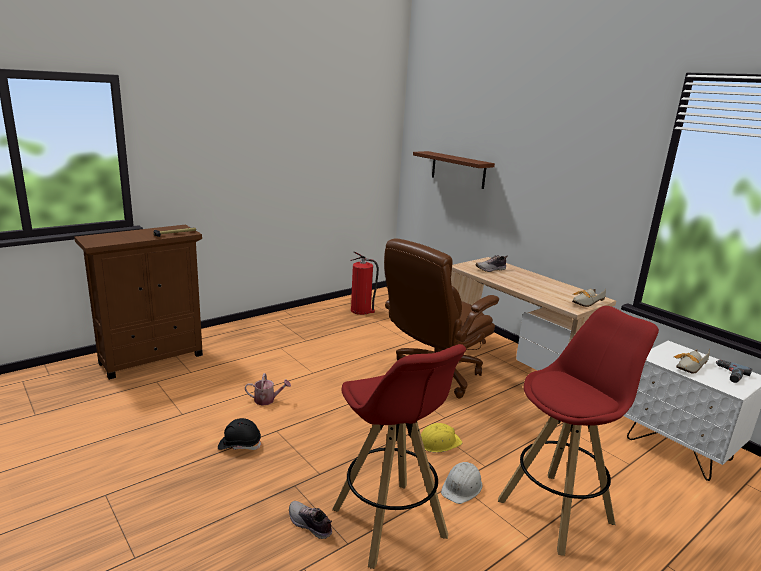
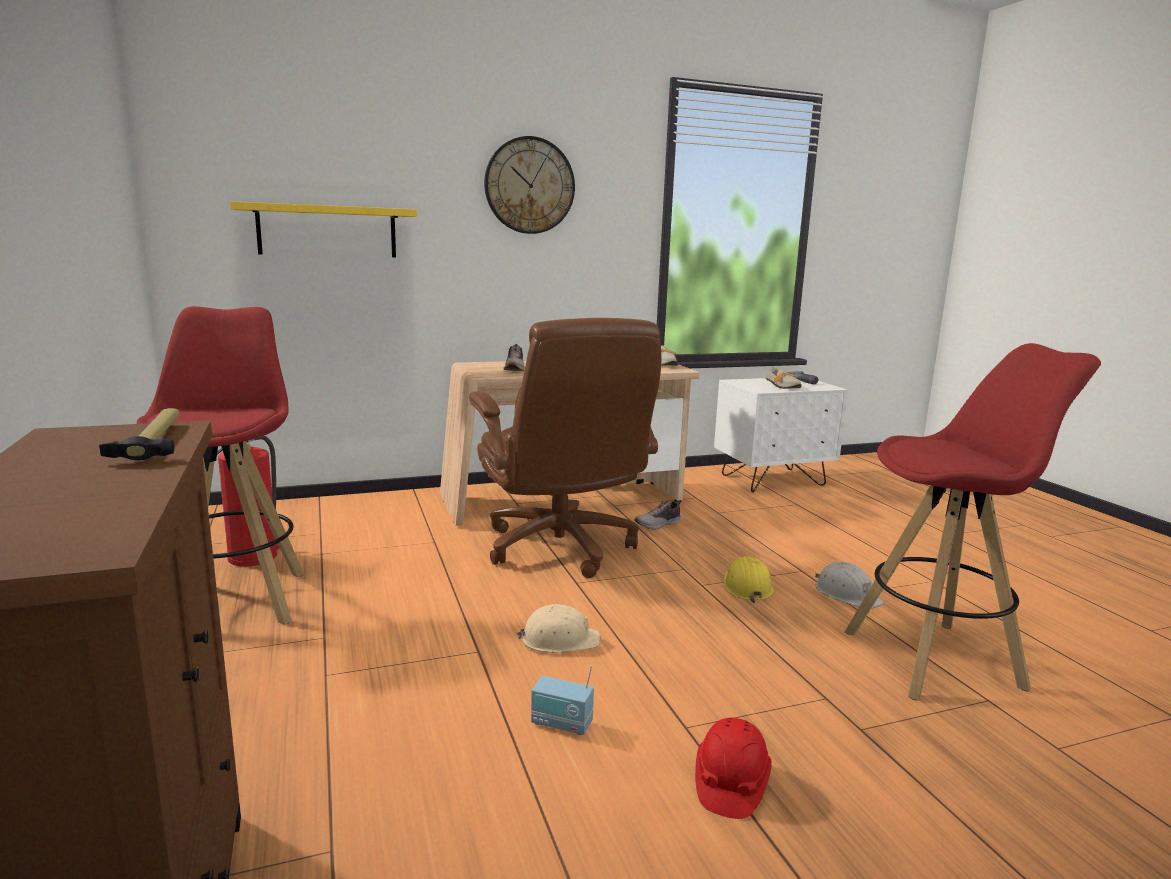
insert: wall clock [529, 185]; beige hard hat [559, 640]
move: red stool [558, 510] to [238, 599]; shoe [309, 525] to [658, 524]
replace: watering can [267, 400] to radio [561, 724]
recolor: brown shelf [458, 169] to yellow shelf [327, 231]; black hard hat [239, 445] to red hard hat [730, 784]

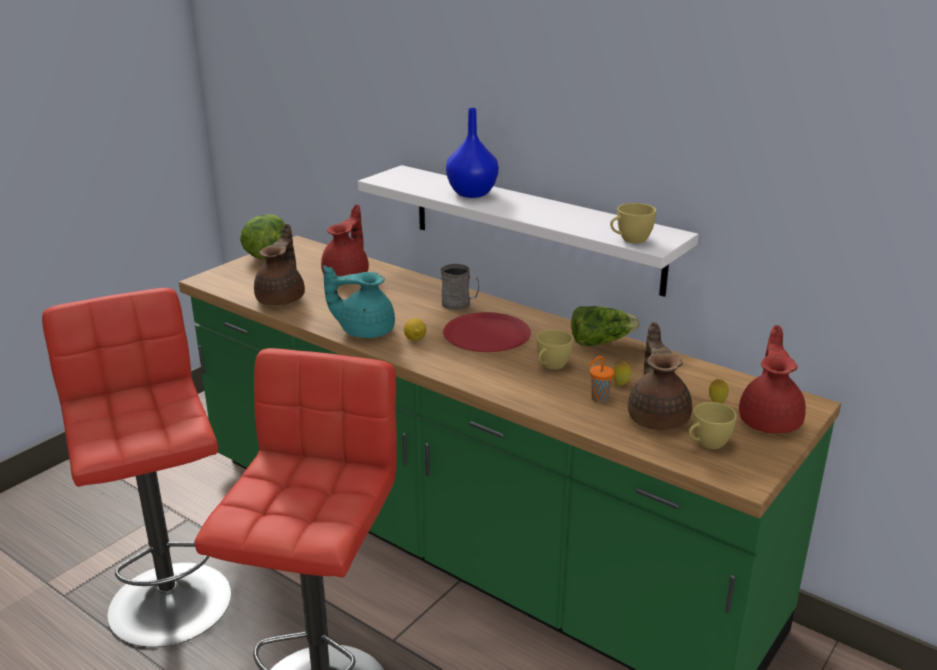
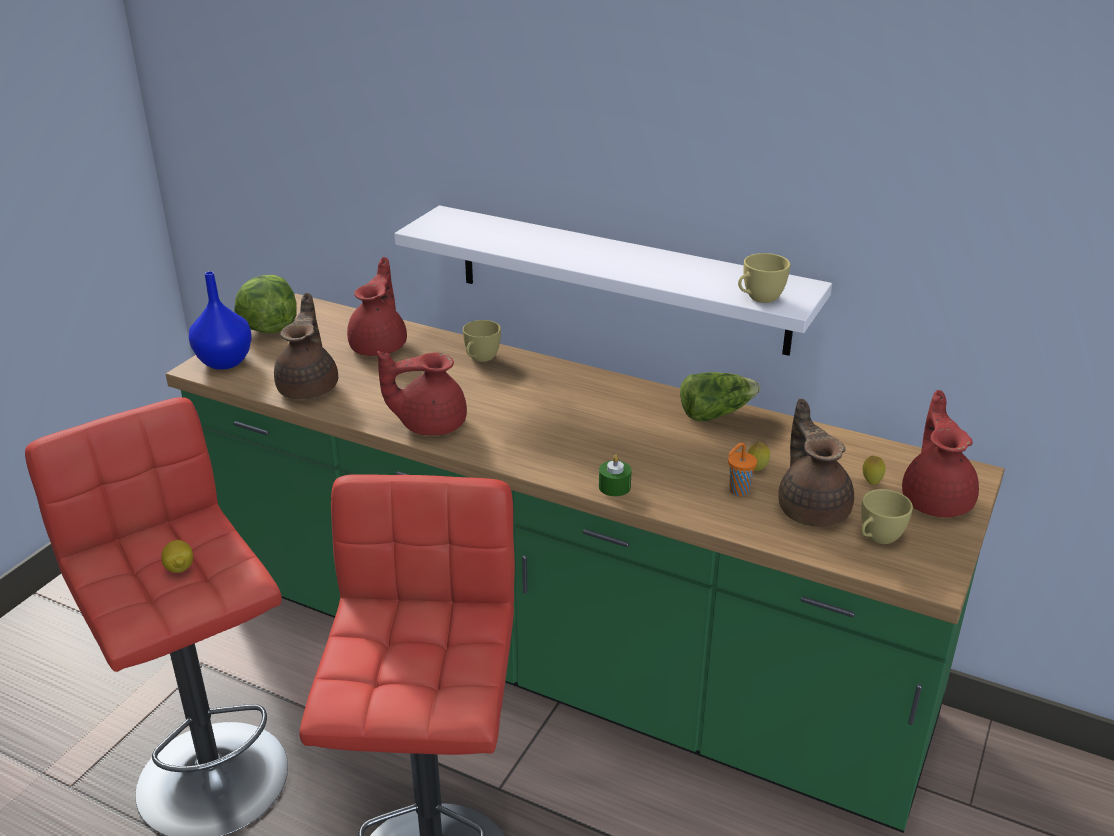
delete: grey mug [460, 304]; red plate [486, 335]
insert: green candle [614, 487]
move: lemon [415, 339] to [179, 568]; blue vase [473, 193] to [226, 361]; yellow cup [551, 366] to [480, 359]
recolor: turquoise teapot [365, 331] to red teapot [429, 424]

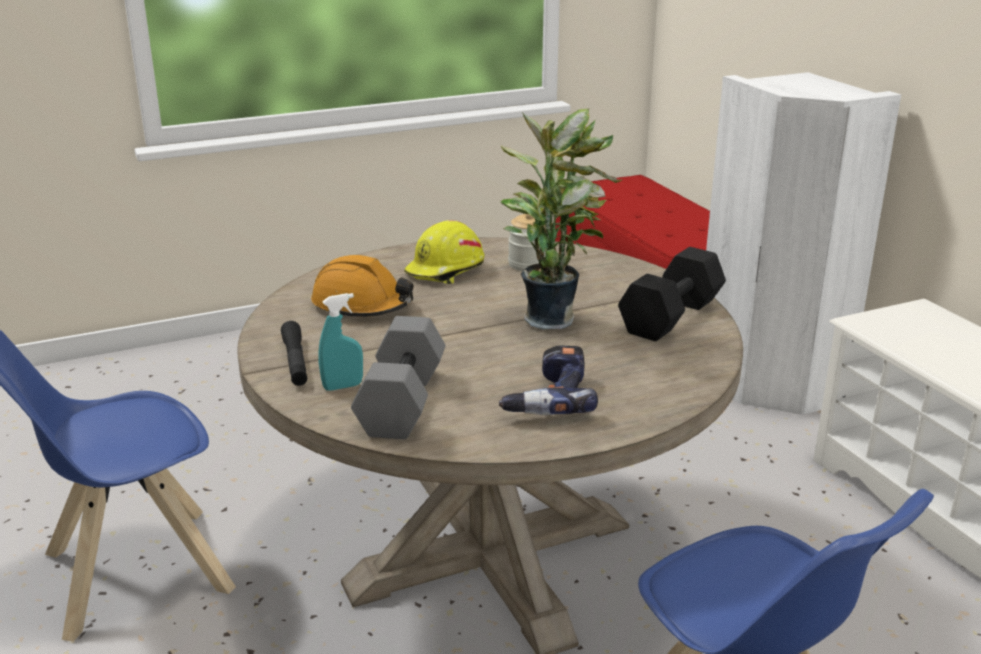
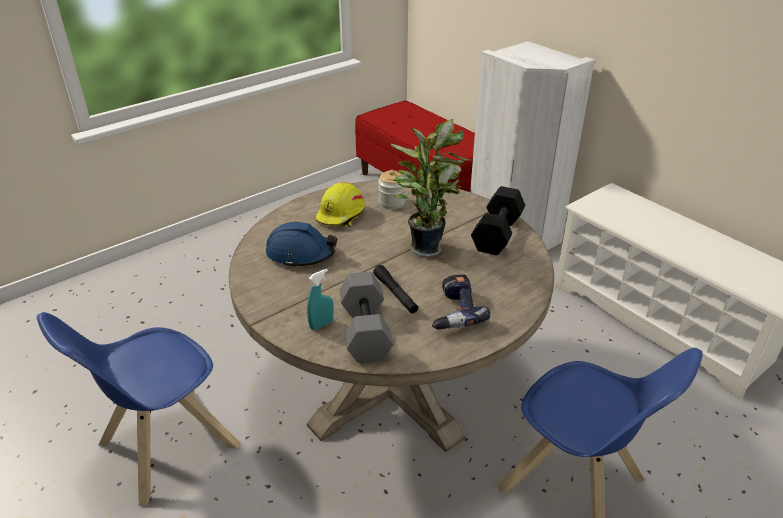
move: black flashlight [295, 362] to [395, 294]
recolor: orange hard hat [362, 305] to blue hard hat [301, 254]

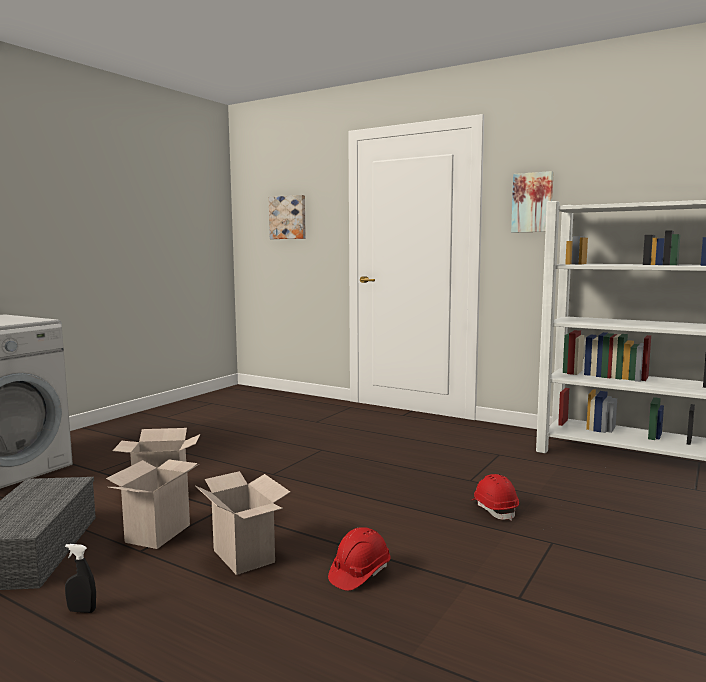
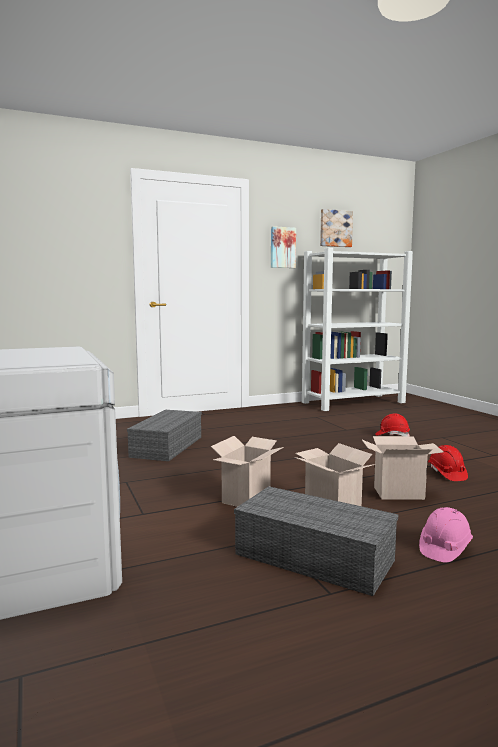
insert: grey storage box [167, 446]
move: picture [288, 217] to [335, 228]
replace: black spray bottle [82, 610] to pink hard hat [444, 548]

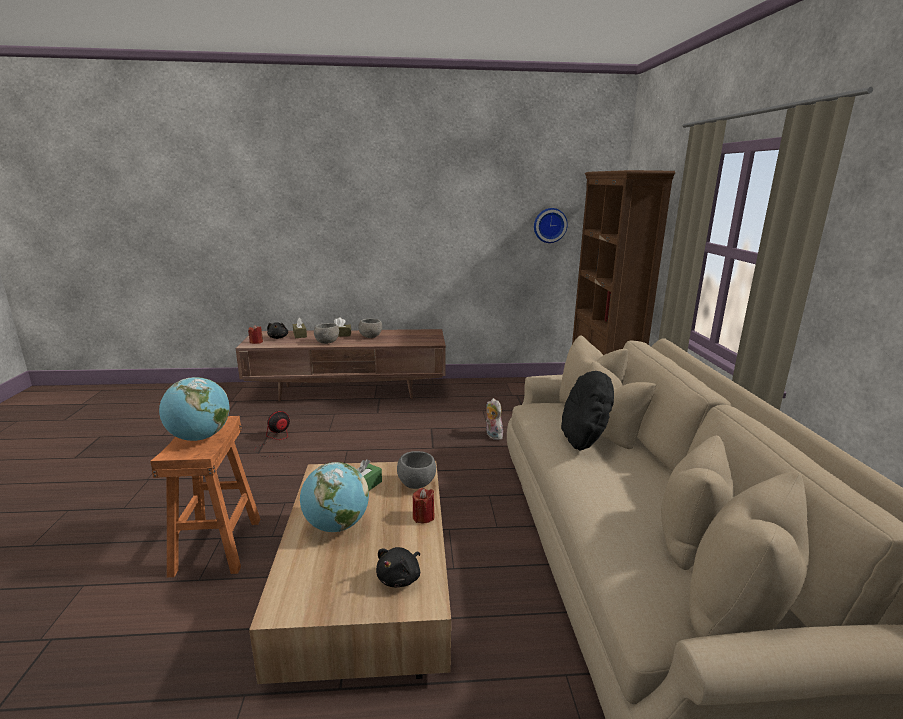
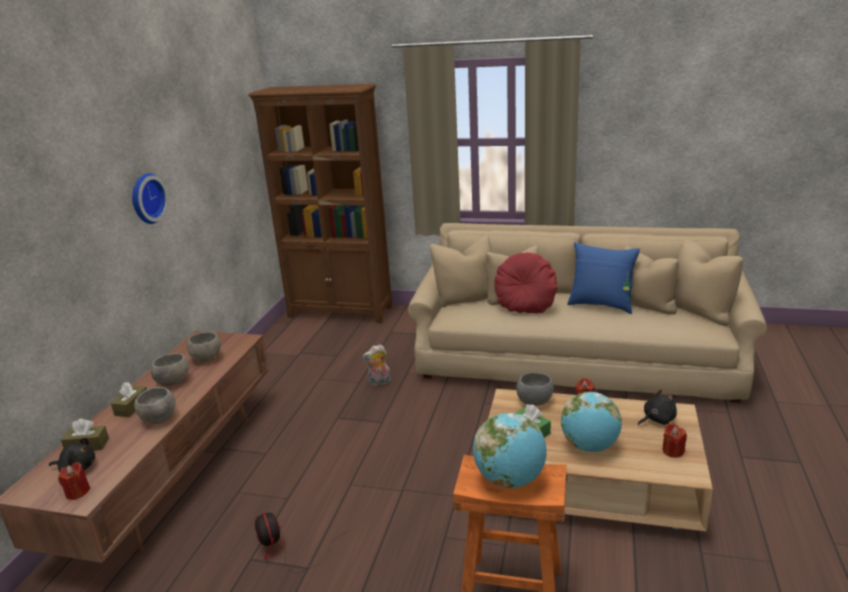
insert: grey bowl [206, 358]; blue pillow [600, 305]; red candle [673, 451]
move: wall clock [549, 225] to [146, 198]
recolor: black pillow [583, 441] to red pillow [525, 309]
rotate: black plush toy [400, 578] = [657, 419] 75 degrees counterclockwise

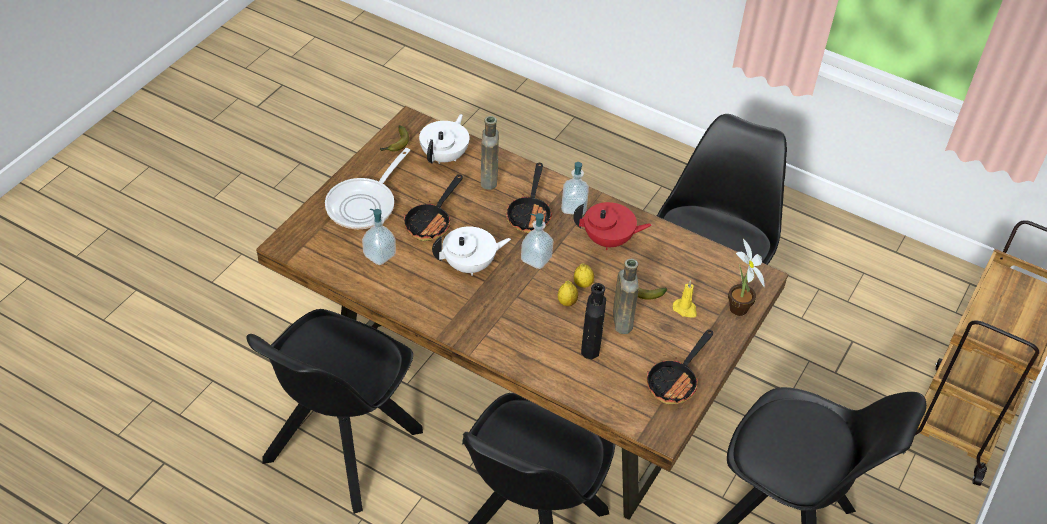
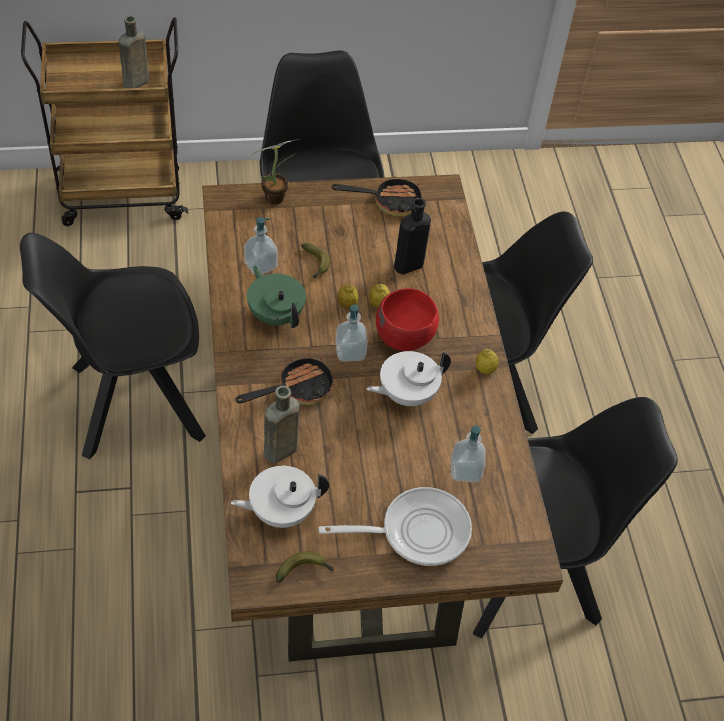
delete: frying pan [431, 222]; yellow candle [685, 309]
insert: red bowl [403, 338]; lemon [485, 369]
move: brown bottle [621, 320] to [134, 83]; soap dispenser [573, 207] to [260, 265]
recolor: red teapot [608, 240] to green teapot [276, 314]
rotate: white teapot [470, 265] = [406, 394] 60 degrees counterclockwise

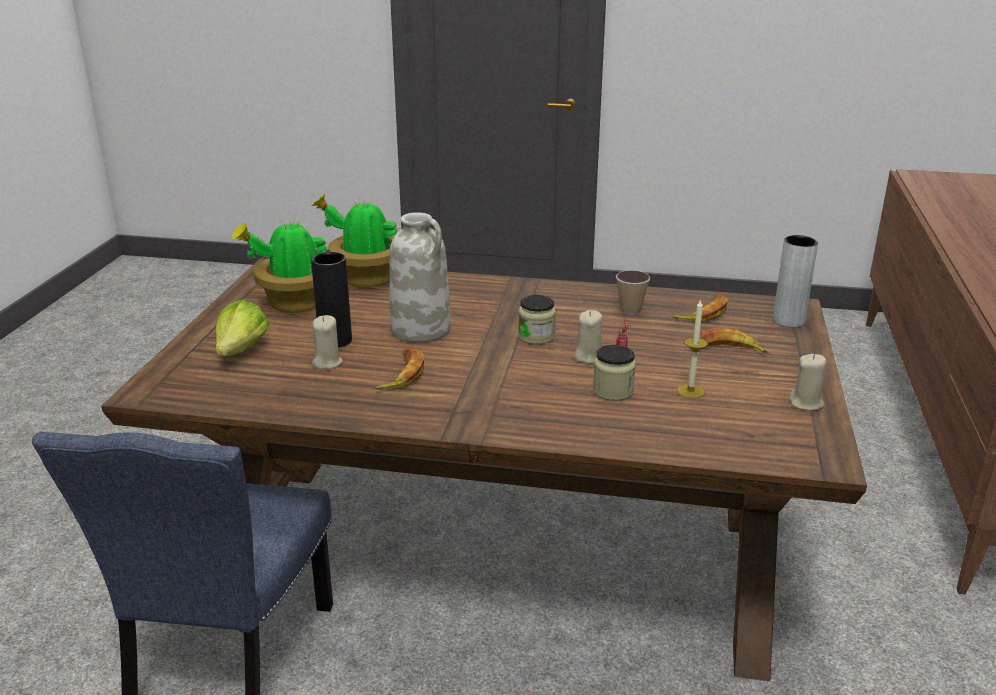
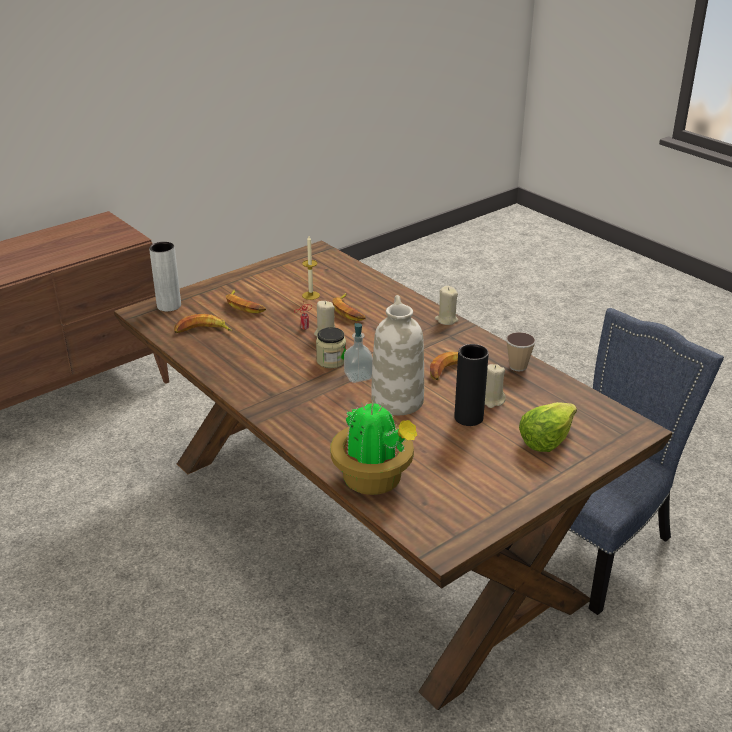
delete: potted plant [294, 304]
insert: soap dispenser [358, 376]
move: beige candle [806, 403] to [446, 320]; cup [630, 310] to [518, 366]
replace: jar [613, 391] to banana [349, 311]

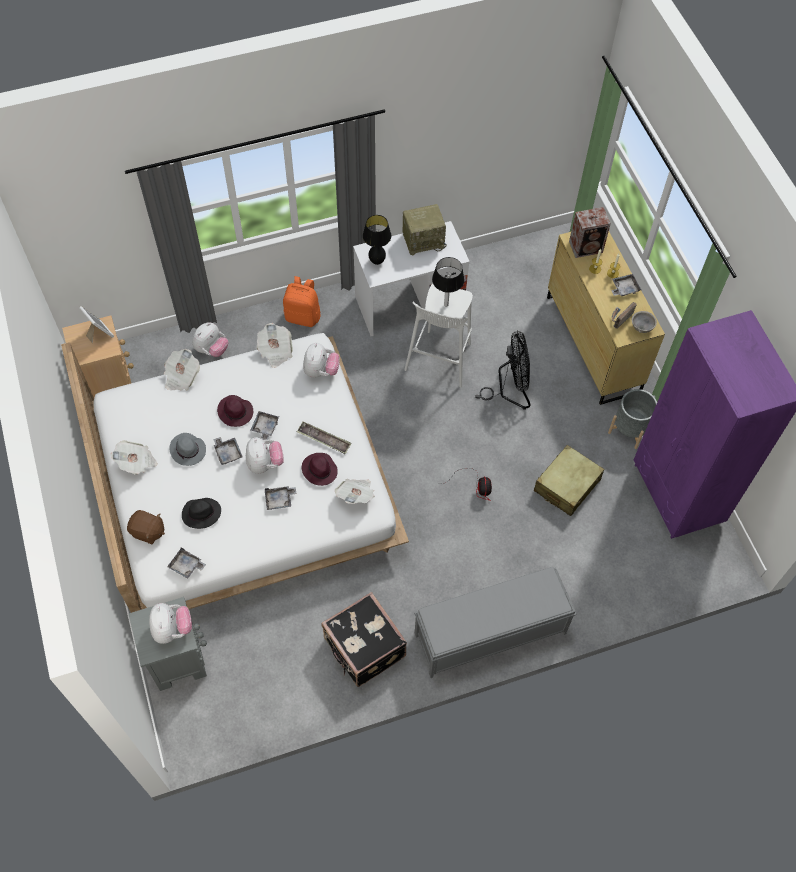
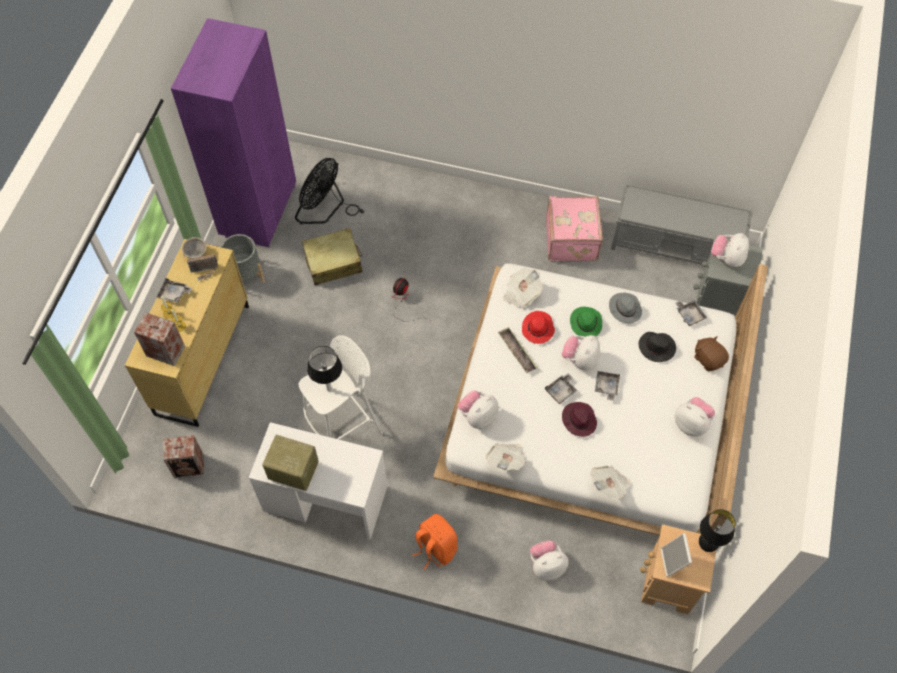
insert: speaker [190, 466]
move: black fan [509, 384] to [328, 207]; grey hat [188, 451] to [624, 308]; grey bench [489, 634] to [676, 246]; black table lamp [377, 261] to [706, 545]
replace: grey tray [279, 500] to green hat [585, 323]; newspaper [136, 462] to plush toy [691, 424]
recolor: purple hat [319, 470] to red hat [538, 329]; black suitcase [363, 649] to pink suitcase [572, 239]

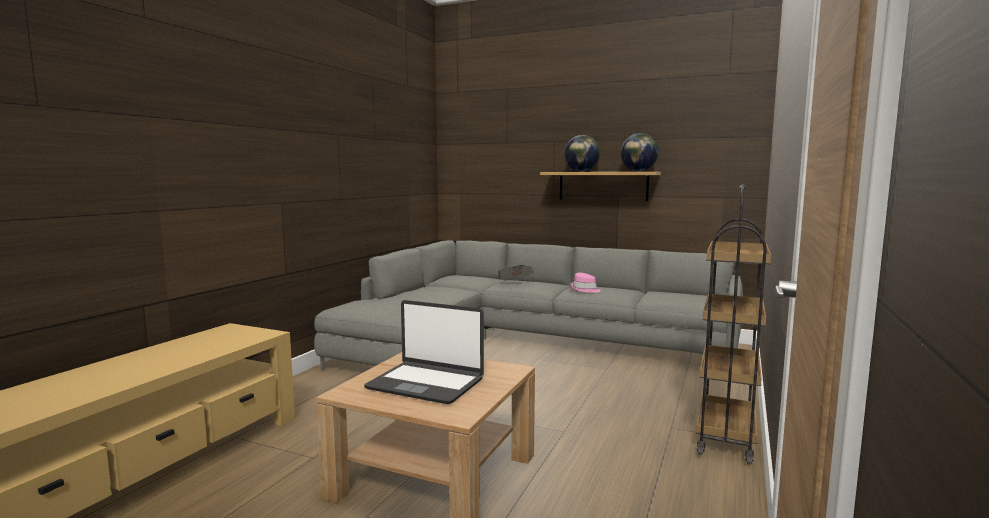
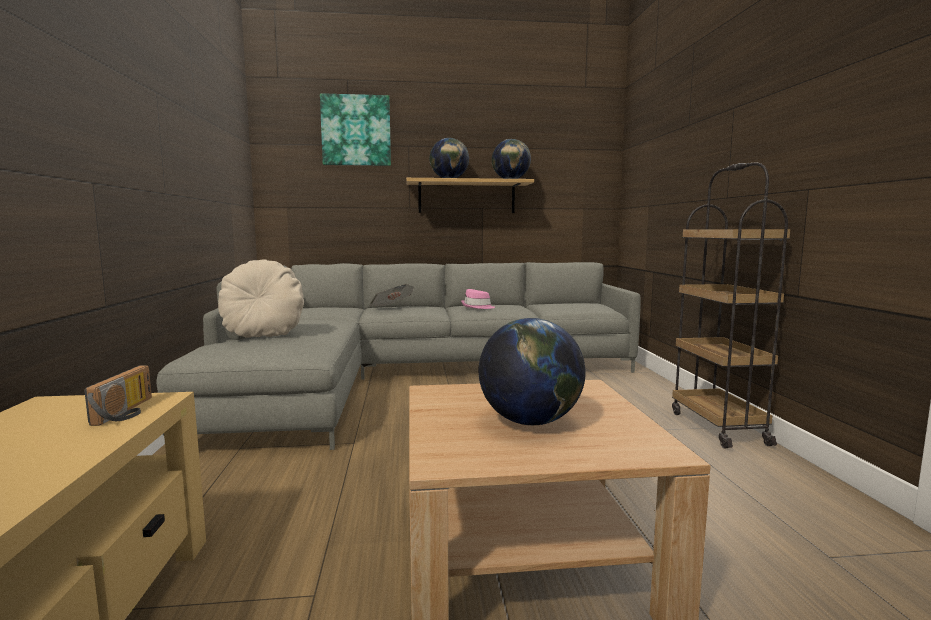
insert: radio [128, 412]; beige pillow [264, 335]; picture [356, 130]
replace: laptop [426, 384] to globe [530, 422]

